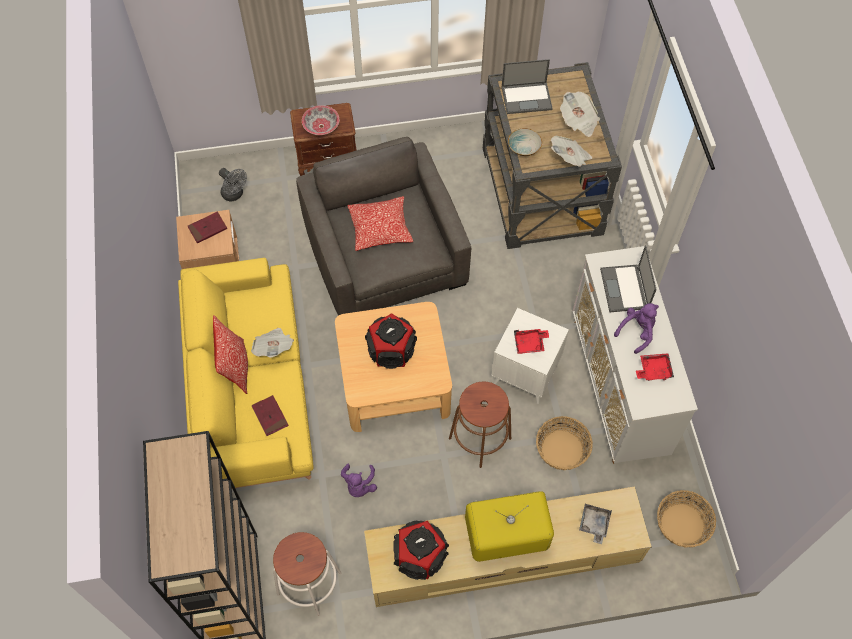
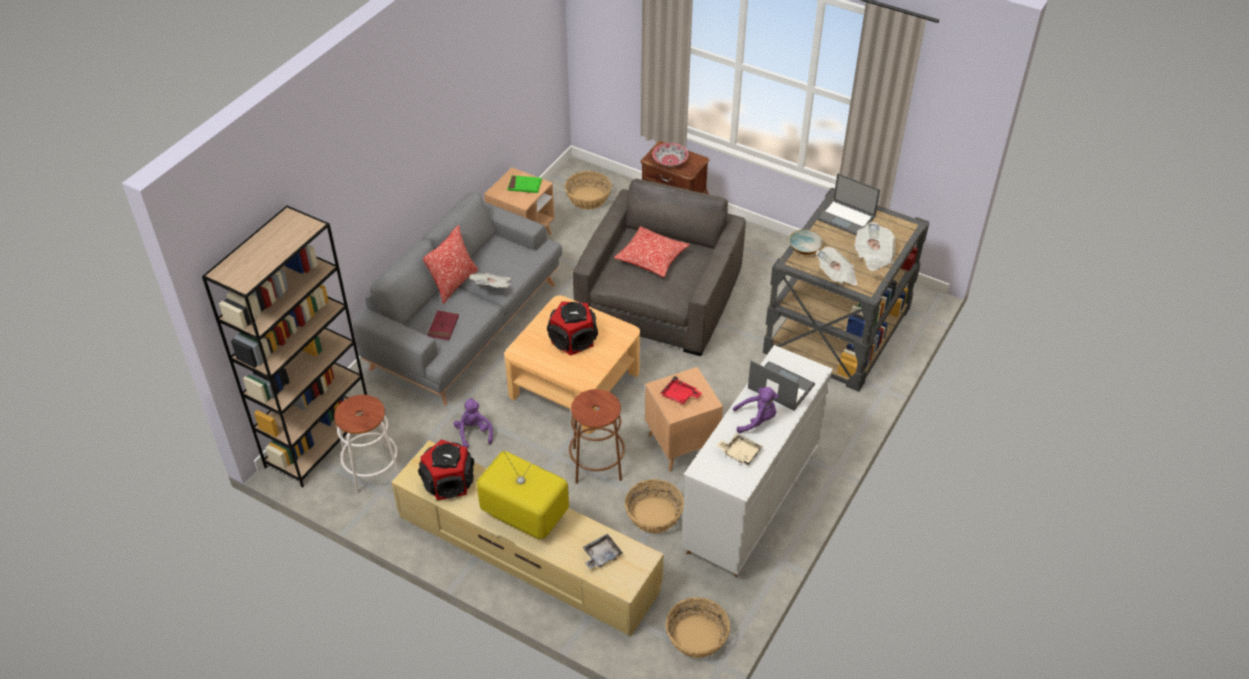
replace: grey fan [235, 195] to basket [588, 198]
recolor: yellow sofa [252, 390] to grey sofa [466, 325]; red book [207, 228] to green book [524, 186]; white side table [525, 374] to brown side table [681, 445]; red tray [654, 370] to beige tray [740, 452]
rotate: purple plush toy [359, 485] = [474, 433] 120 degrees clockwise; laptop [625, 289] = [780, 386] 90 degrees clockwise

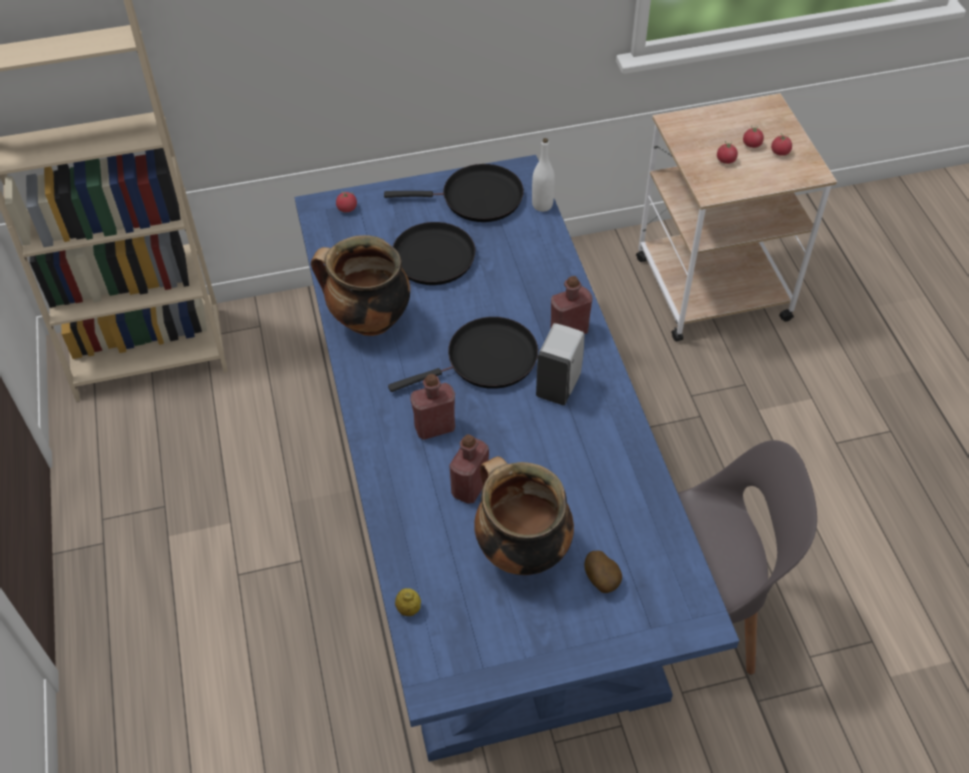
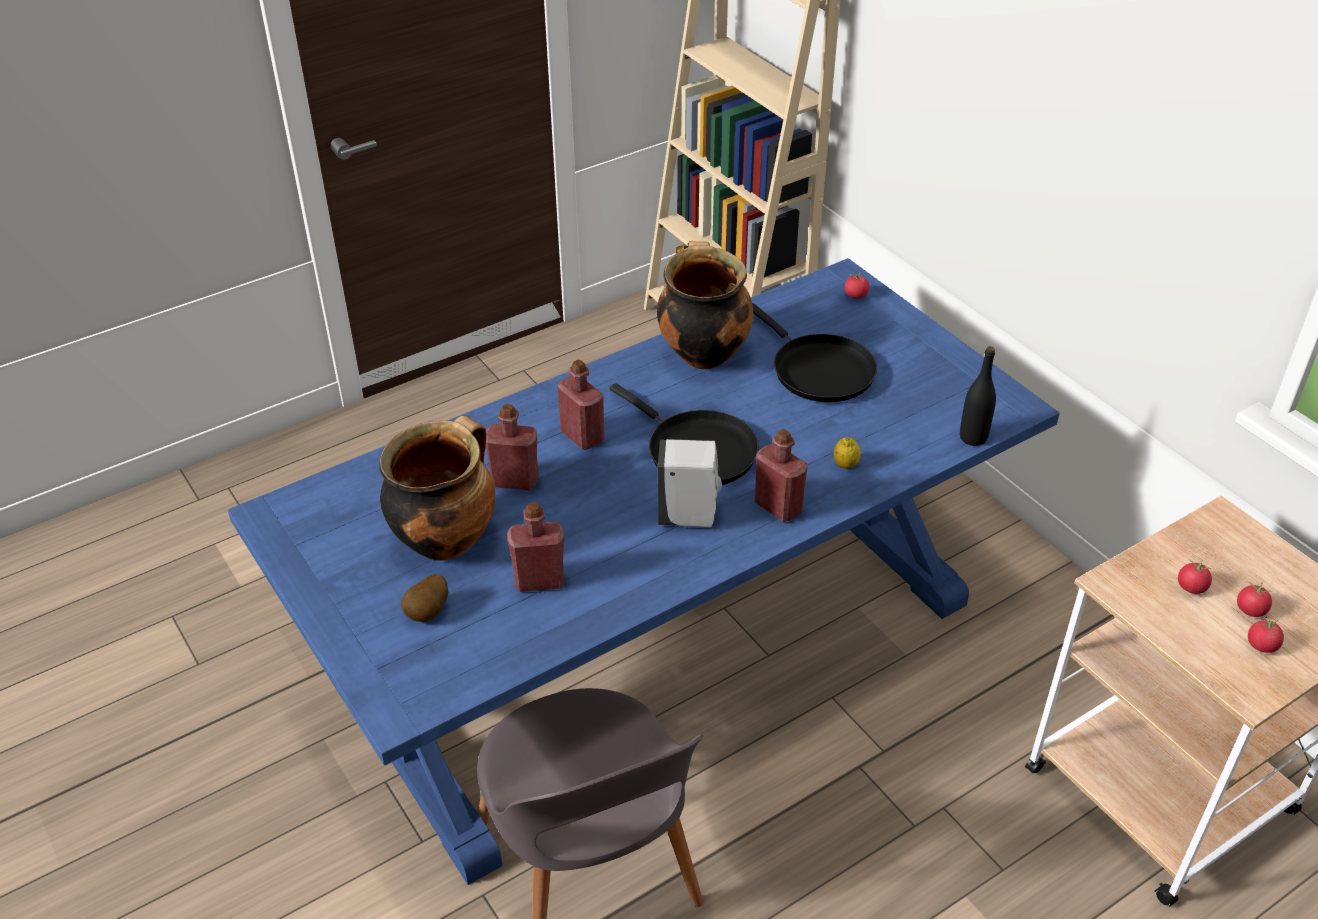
delete: black frying pan [476, 198]
insert: red bottle [539, 581]
move: lemon [408, 609] to [845, 465]
recolor: white bottle [542, 205] to black bottle [973, 437]

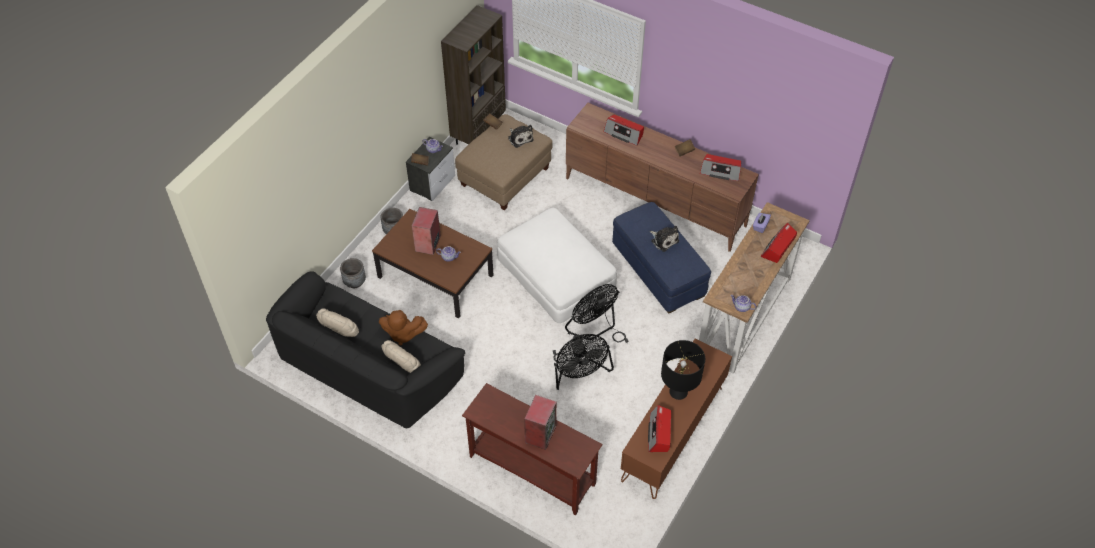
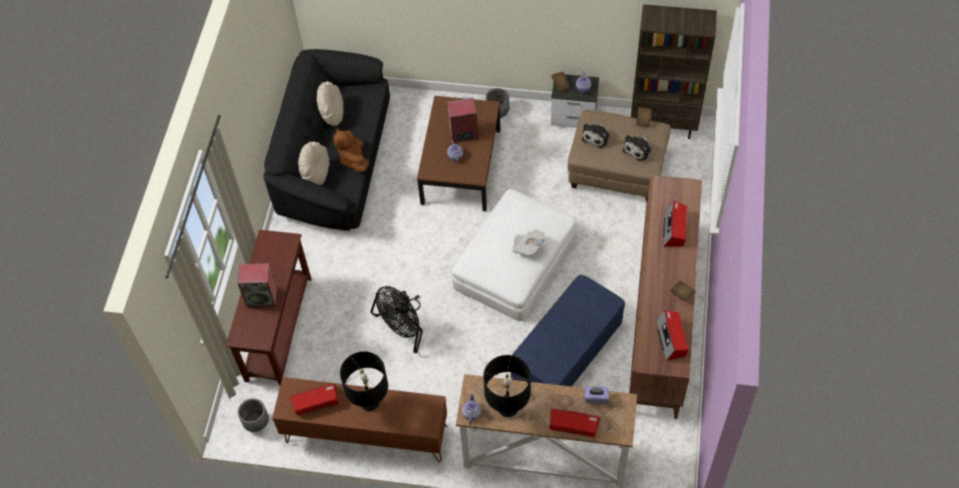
delete: black fan [599, 327]
insert: black table lamp [508, 408]; newspaper [528, 247]
move: grey planter [354, 282] to [256, 422]; plush toy [664, 240] to [596, 137]

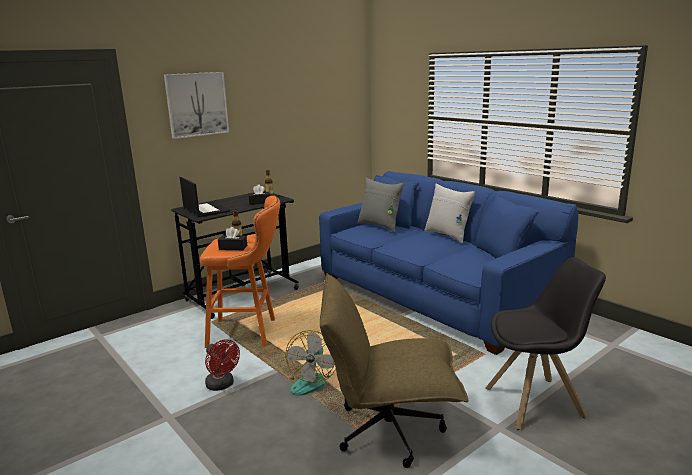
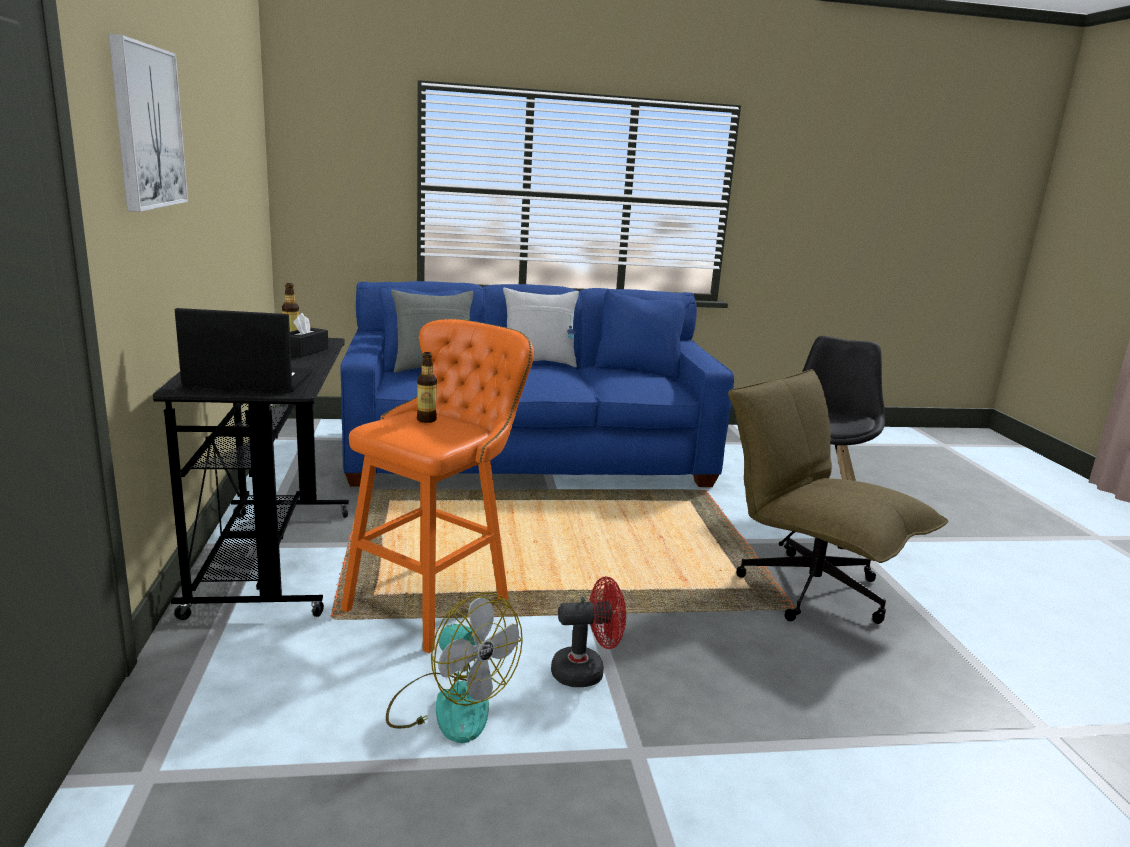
delete: black tissue box [233, 248]
move: fan [310, 381] to [450, 705]
rotate: beige office chair [390, 430] = [814, 591] 105 degrees clockwise

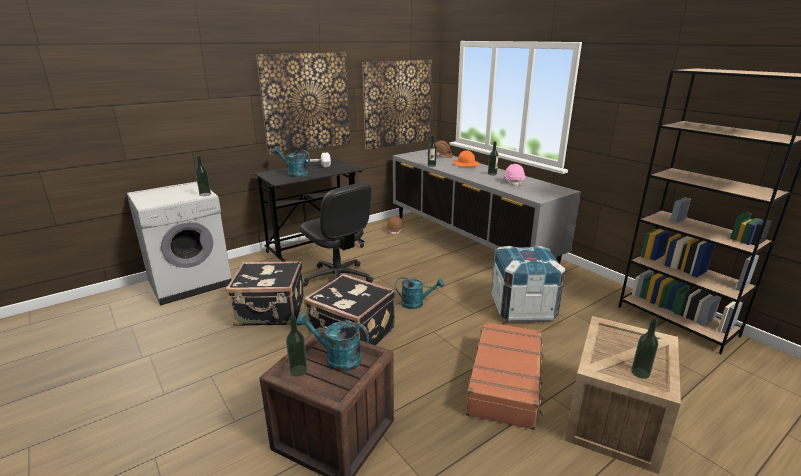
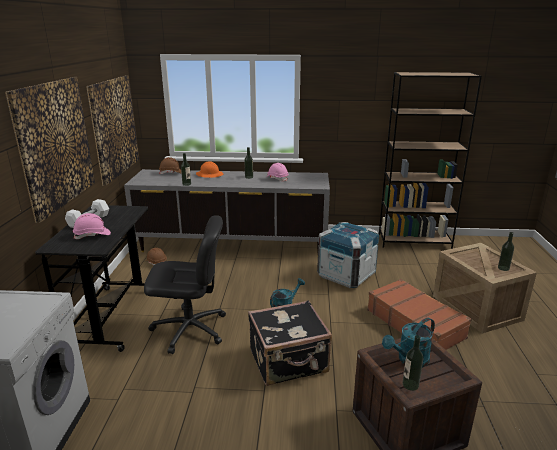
delete: bottle [205, 194]; black suitcase [271, 312]
replace: turquoise watering can [294, 174] to pink hard hat [92, 235]

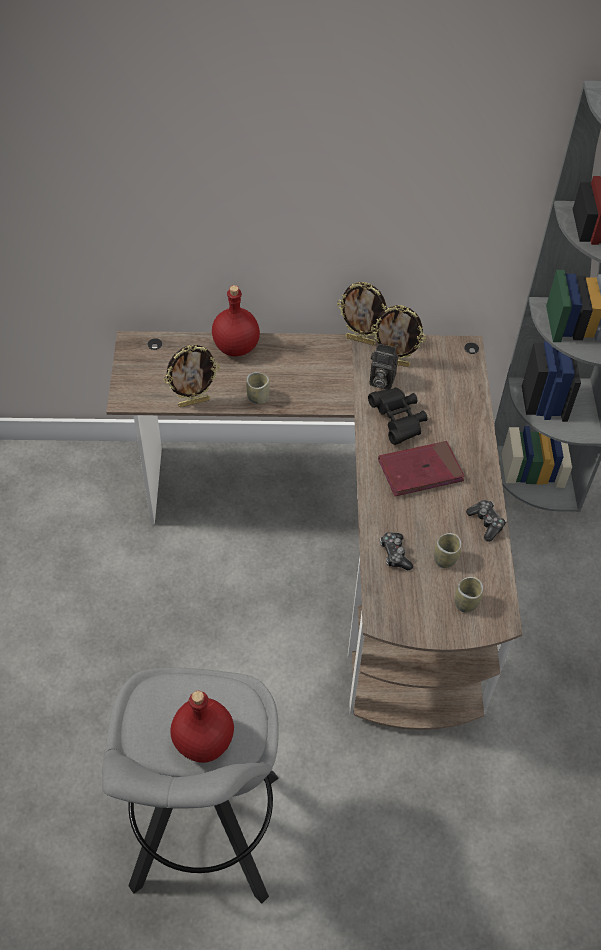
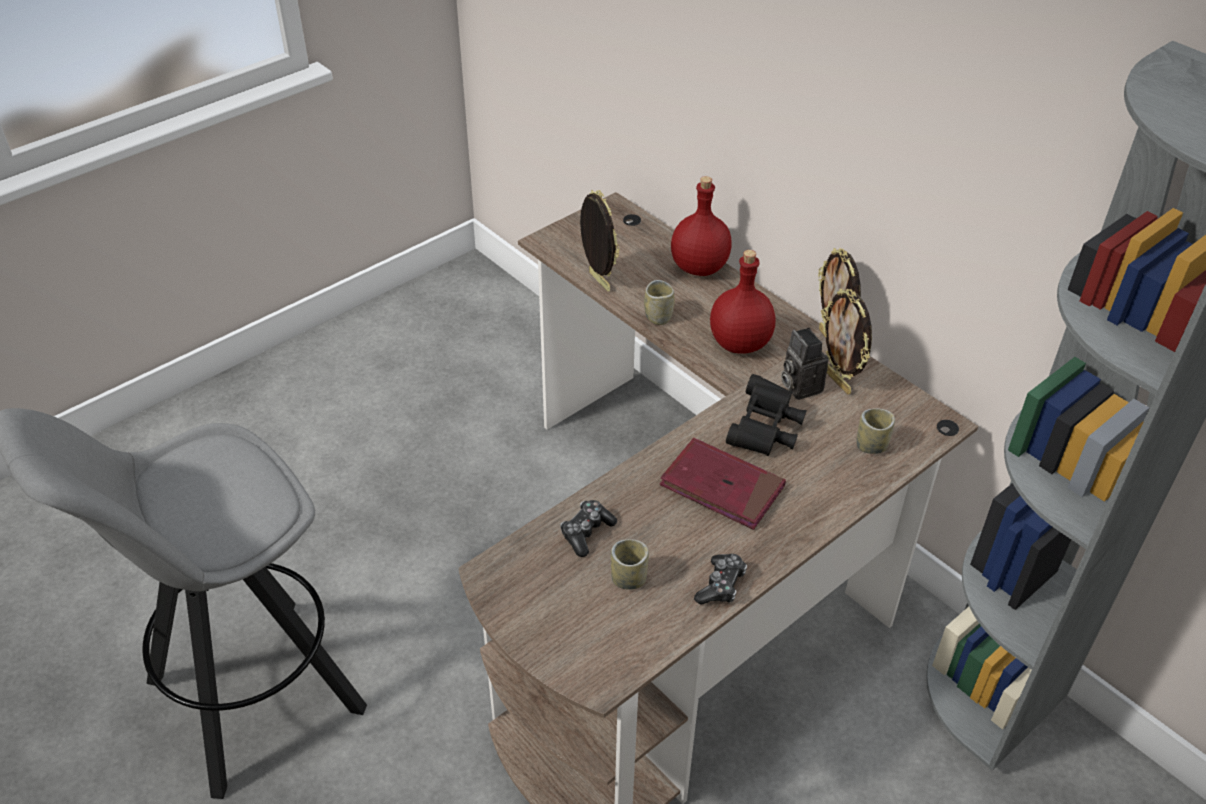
move: red bottle [202, 741] to [738, 343]; cup [466, 603] to [871, 445]
rotate: picture frame [194, 402] = [597, 281] 150 degrees counterclockwise

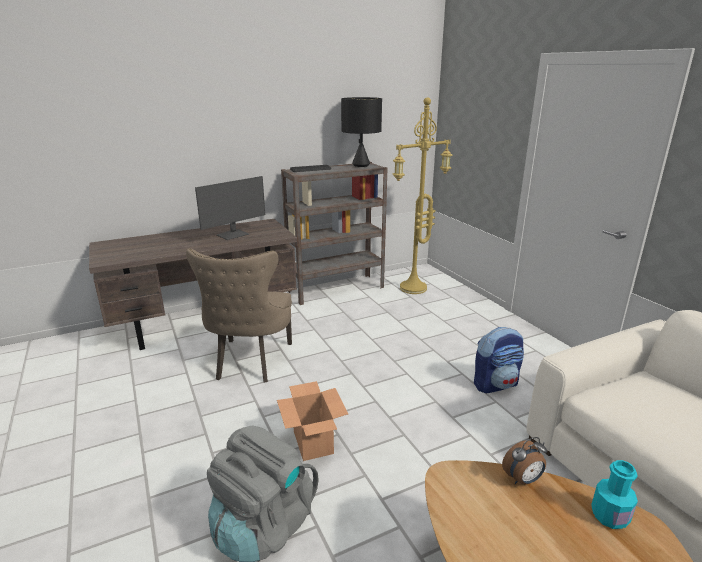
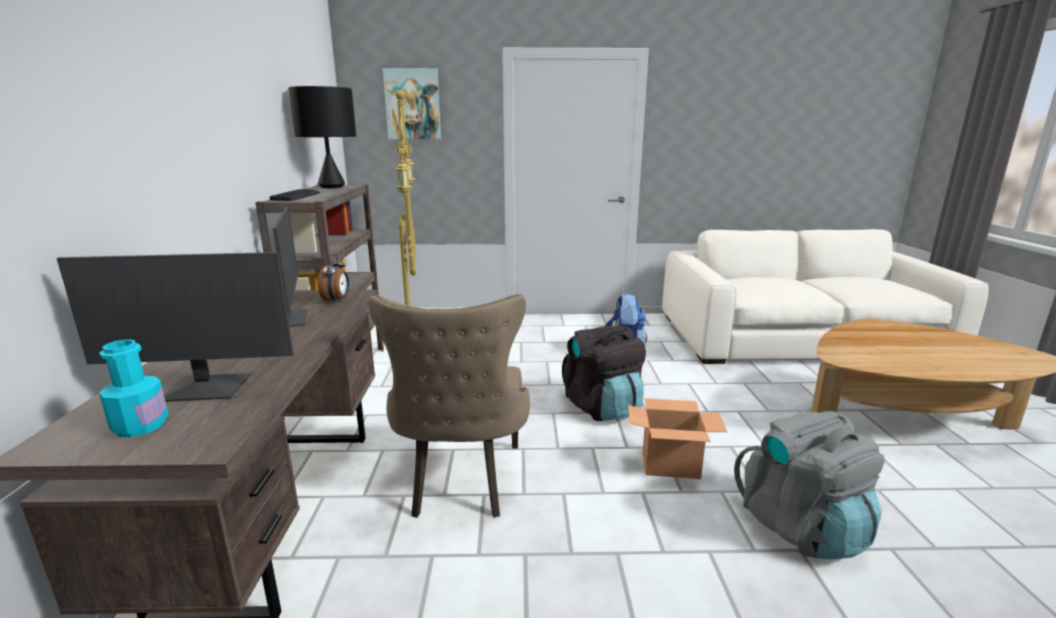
insert: monitor [206, 388]; picture [413, 104]; black backpack [603, 407]
move: turquoise bottle [609, 516] to [140, 426]; alarm clock [523, 480] to [337, 300]
rotate: beige chair [250, 362] = [462, 481] 60 degrees clockwise

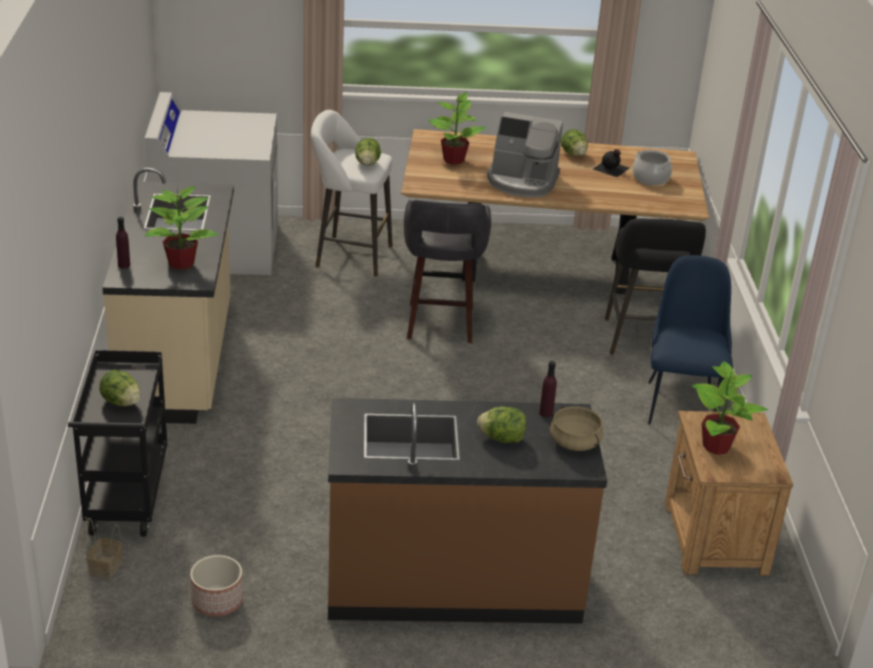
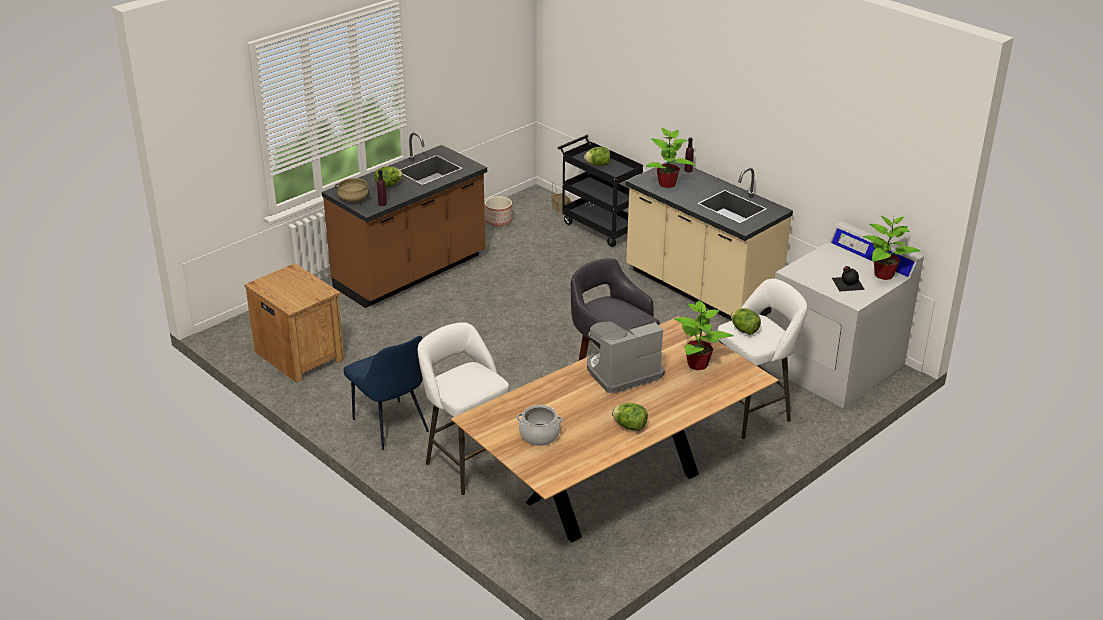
move: black bottle [611, 168] to [847, 283]; potted plant [717, 447] to [883, 275]
recolor: black stool [642, 341] to white stool [466, 463]

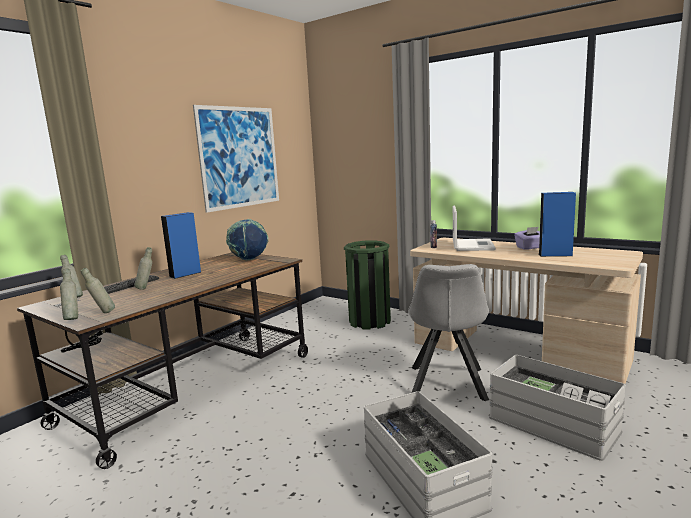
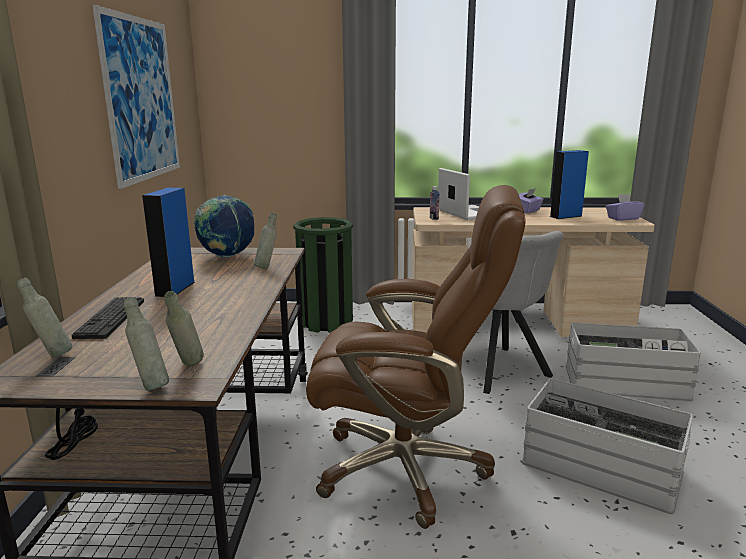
insert: brown office chair [408, 473]; purple tissue box [623, 218]
move: grey bottle [146, 288] to [267, 267]

